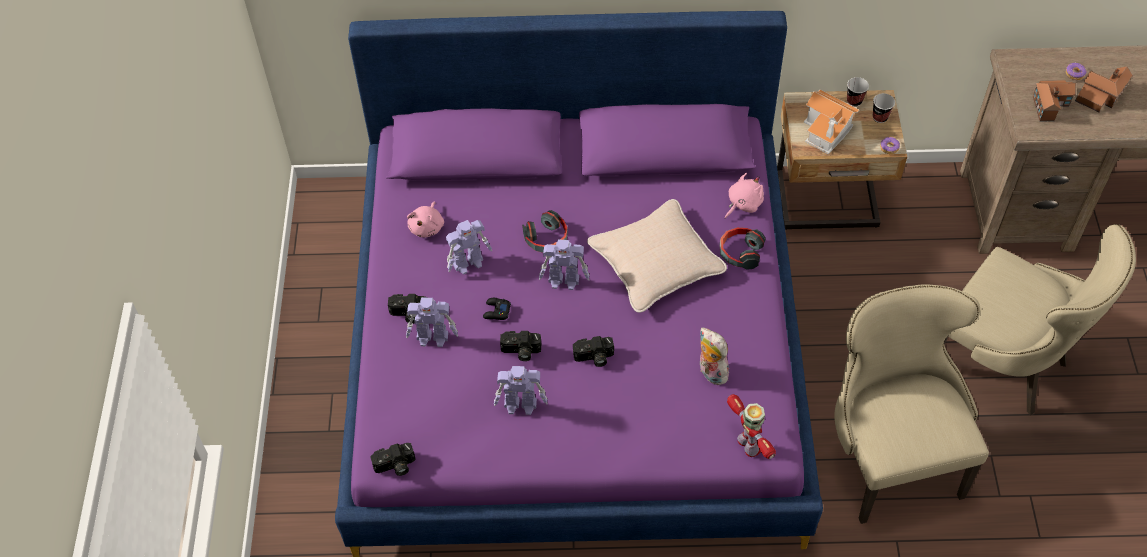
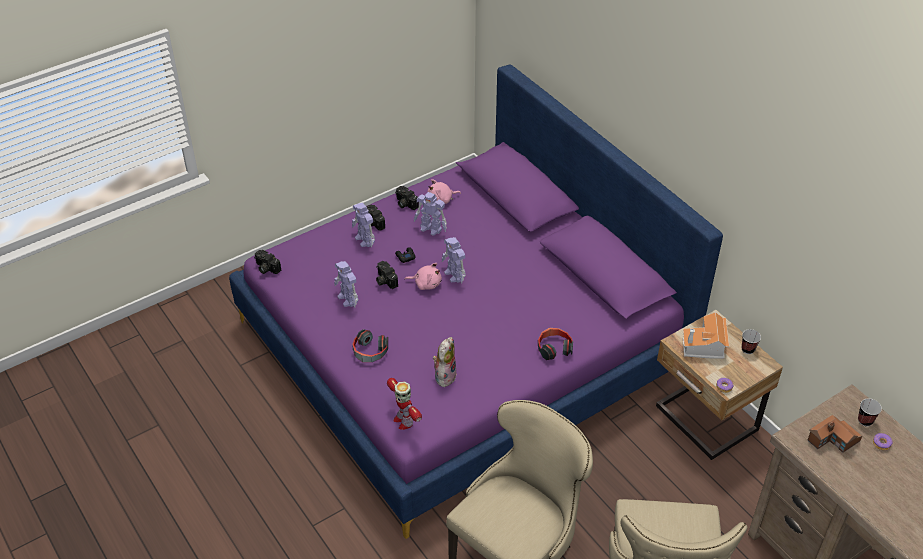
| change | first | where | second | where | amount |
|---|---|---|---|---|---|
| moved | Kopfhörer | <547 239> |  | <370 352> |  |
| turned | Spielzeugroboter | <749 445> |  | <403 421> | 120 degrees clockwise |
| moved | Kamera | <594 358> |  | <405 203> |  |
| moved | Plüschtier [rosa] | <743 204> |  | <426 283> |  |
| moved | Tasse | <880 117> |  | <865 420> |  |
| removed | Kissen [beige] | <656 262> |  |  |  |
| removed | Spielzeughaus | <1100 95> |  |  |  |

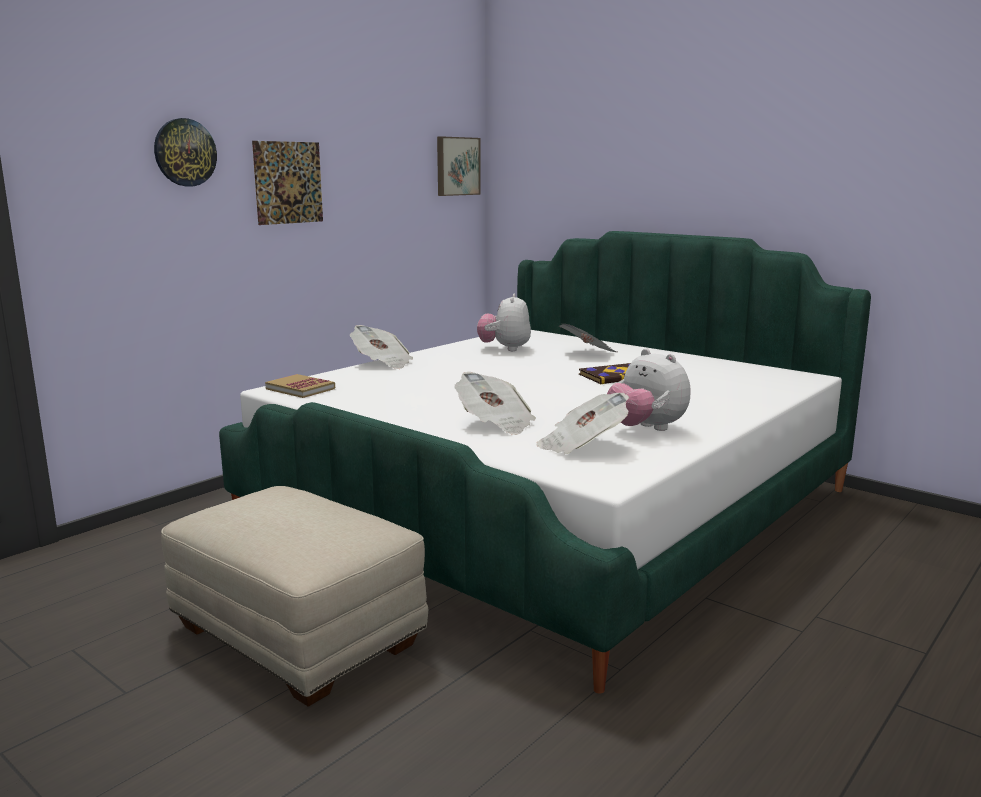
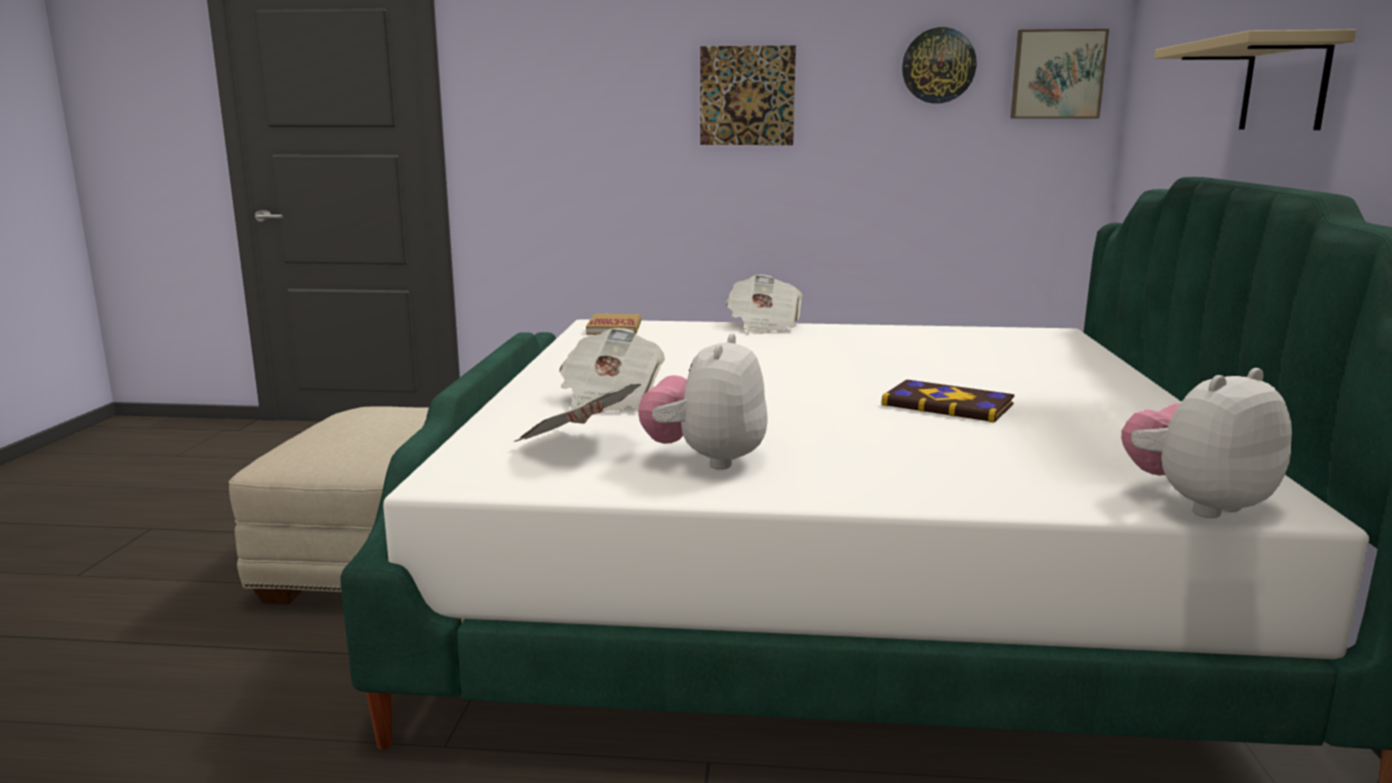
| change | first | where | second | where | amount |
|---|---|---|---|---|---|
| moved | Wanduhr | <185 152> |  | <938 66> |  |
| moved | Plüschtier | <505 349> |  | <1197 504> |  |
| added |  |  | Wandregal [beige] | <1284 85> |  |
| removed | Zeitung | <588 354> |  |  |  |

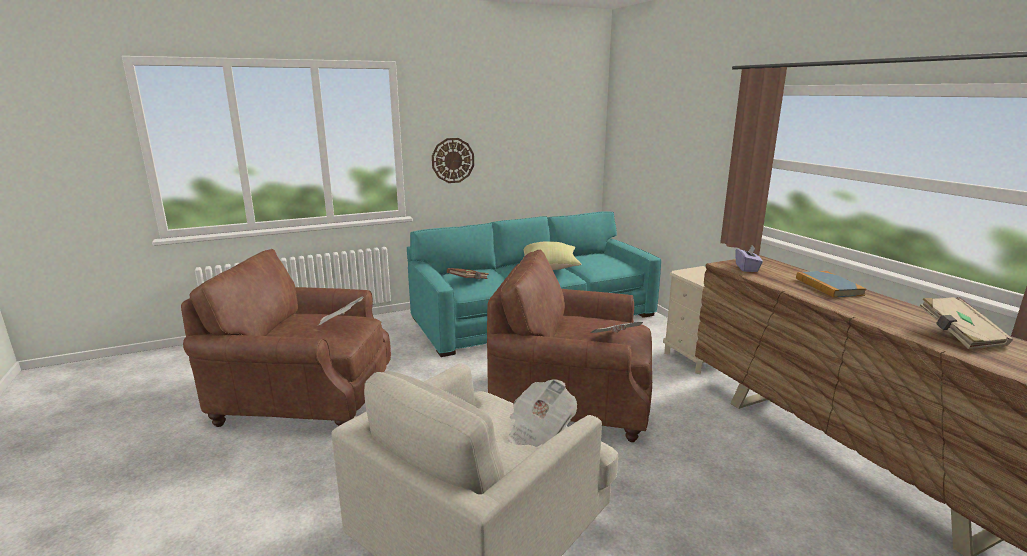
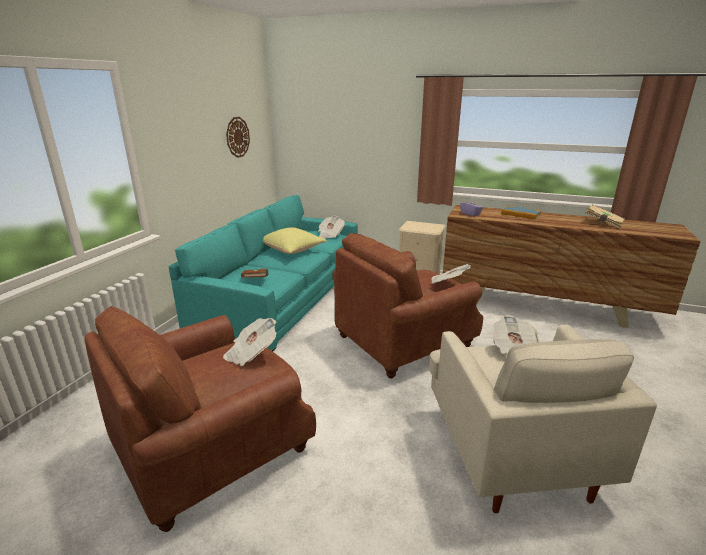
| change | first | where | second | where | amount |
|---|---|---|---|---|---|
| moved | Wanduhr | <453 160> |  | <237 137> |  |
| added |  |  | Zeitung | <330 235> |  |

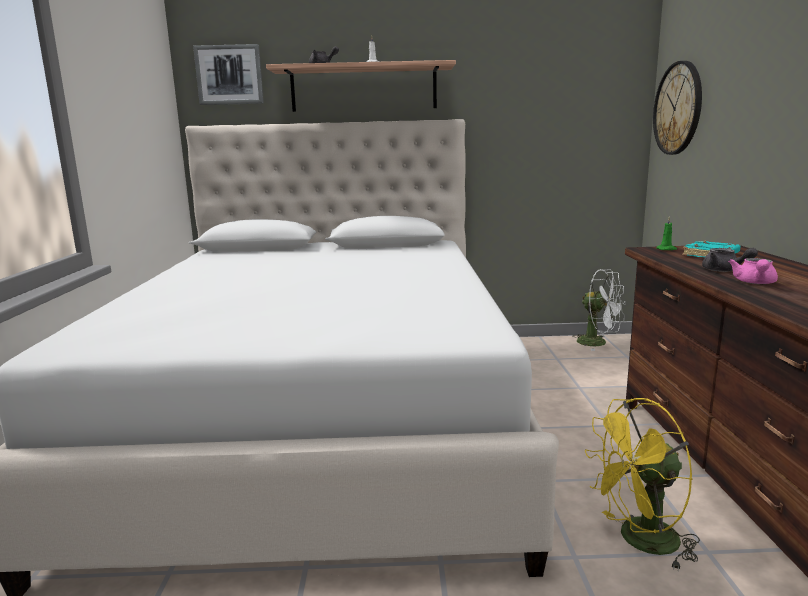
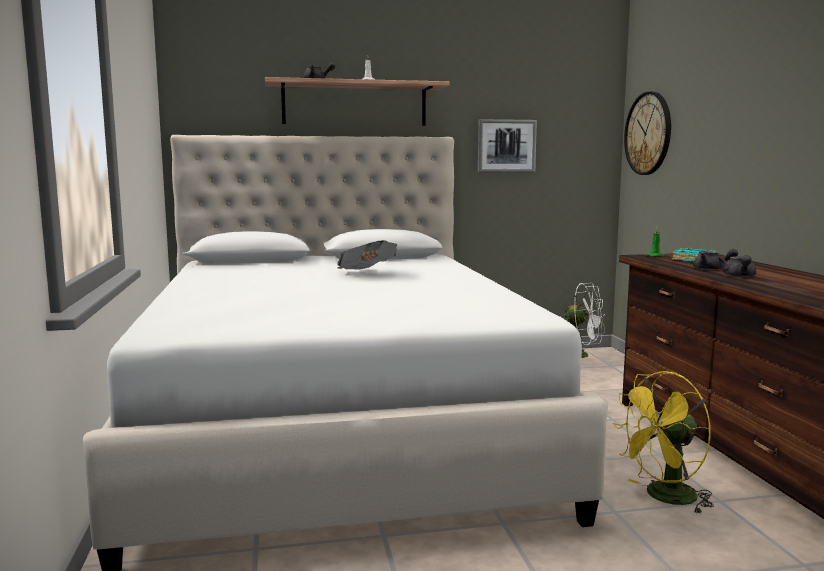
| change | first | where | second | where | amount |
|---|---|---|---|---|---|
| added |  |  | Zeitung | <367 273> |  |
| moved | Bild | <229 75> |  | <506 146> |  |
| recoloured | Teekanne [rosa] | <754 283> | Teekanne [grau] | <739 276> |  |

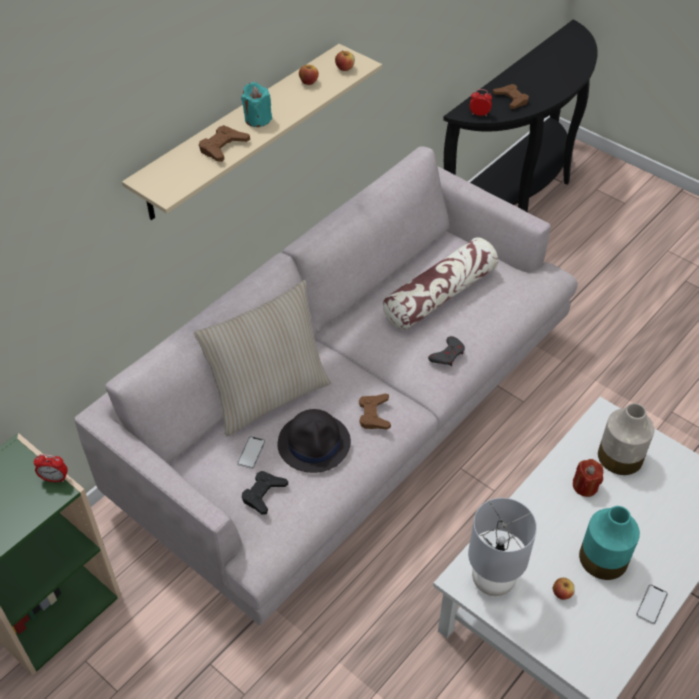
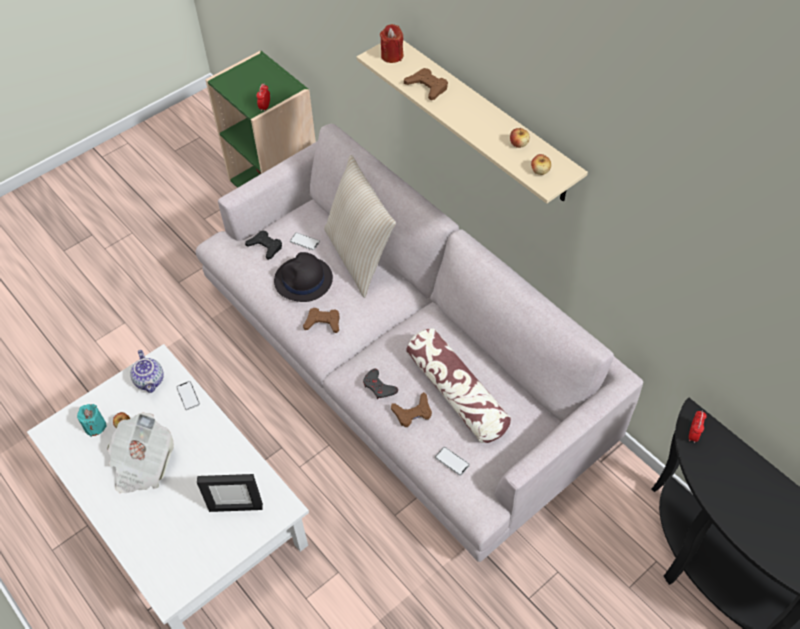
| change | first | where | second | where | amount |
|---|---|---|---|---|---|
| moved | Kerze [türkis] | <257 119> |  | <95 426> |  |
| replaced | Vase [türkis] | <604 558> | Zeitung | <142 464> |  |
| replaced | Tischlampe [grau] | <492 581> | Teekanne | <150 380> |  |
| replaced | Vase [beige] | <619 456> | Bilderrahmen | <236 506> |  |
| moved | Kerze [rot] | <585 486> |  | <392 56> |  |
| moved | Gamepad [braun] | <511 99> |  | <413 412> |  |
| moved | Handy | <651 604> |  | <452 461> |  |

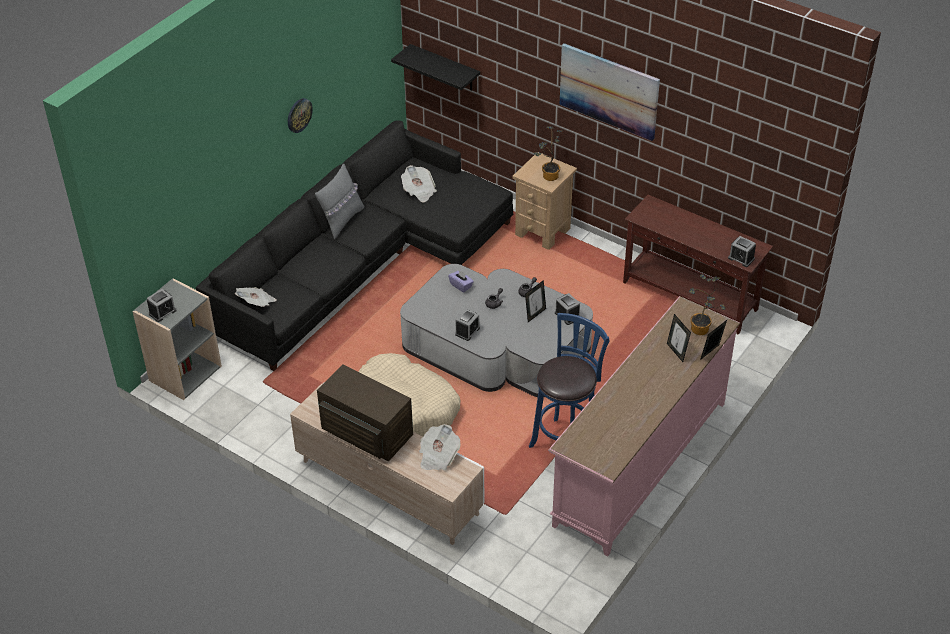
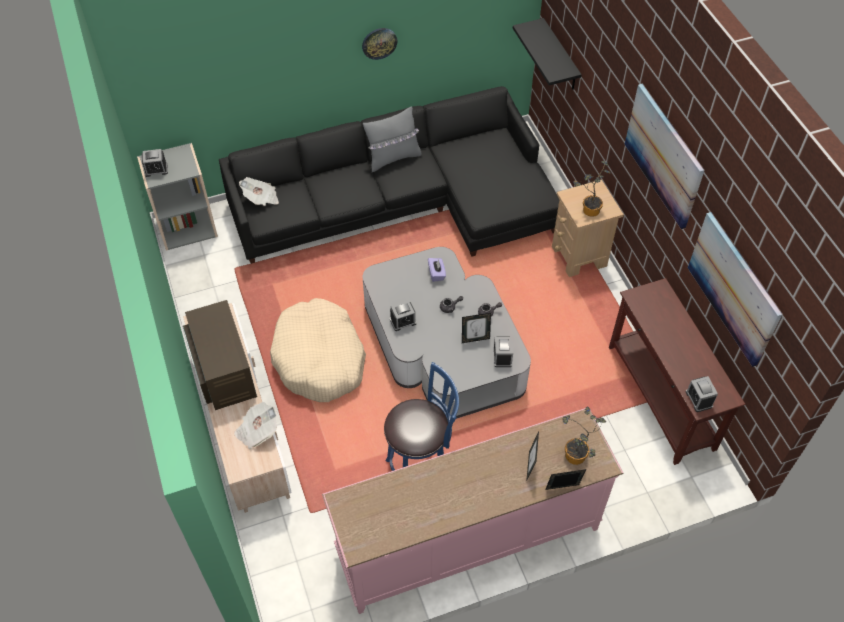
| change | first | where | second | where | amount |
|---|---|---|---|---|---|
| added |  |  | Bild | <734 288> |  |
| removed | Zeitung | <419 191> |  |  |  |

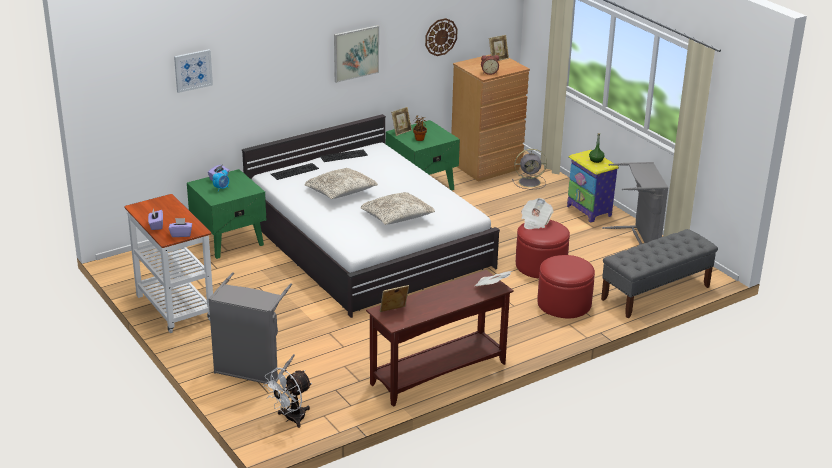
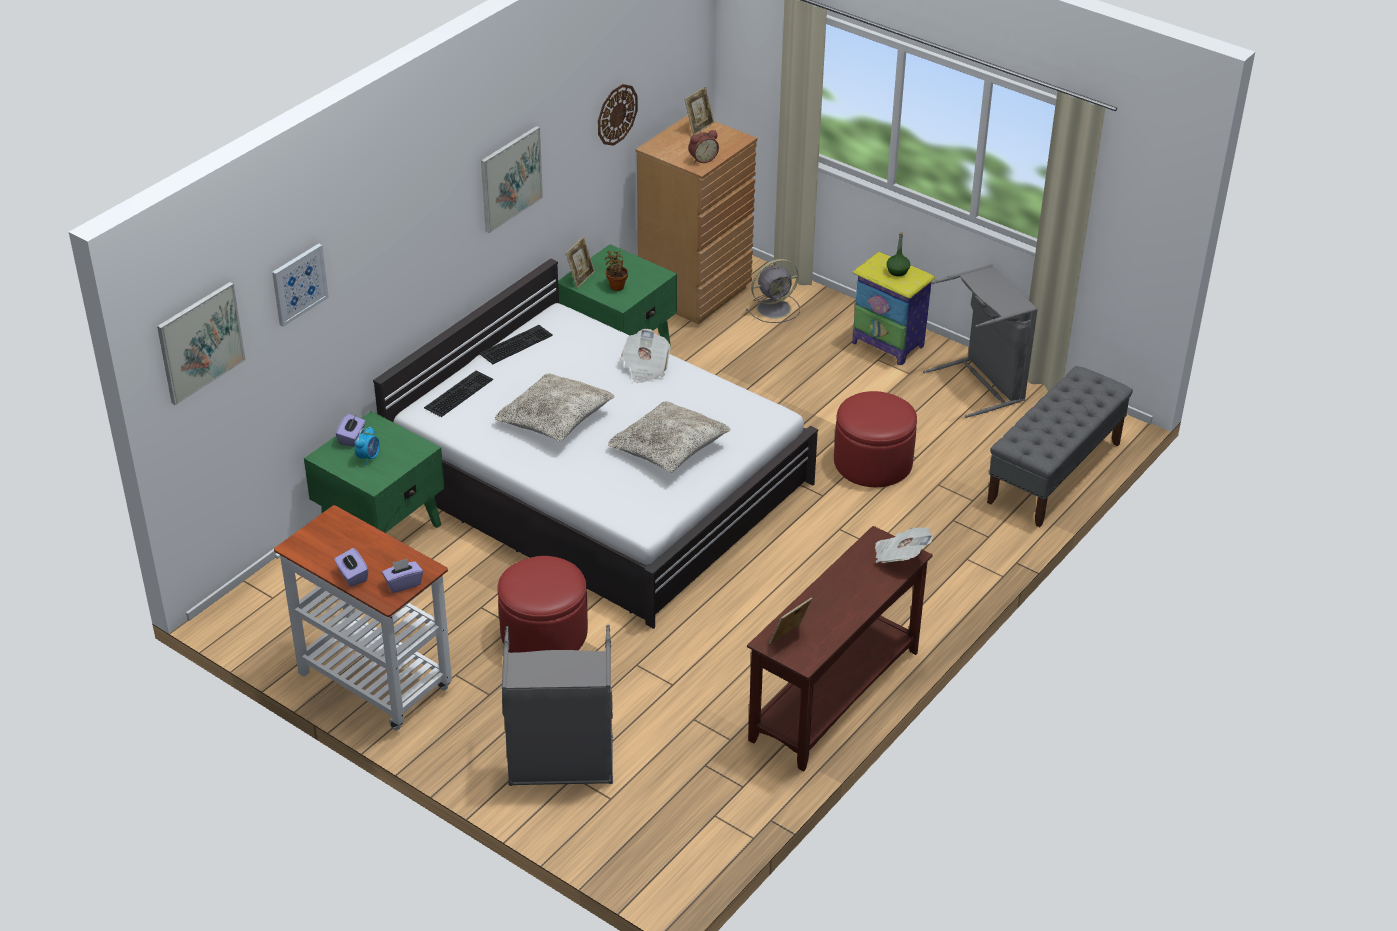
| change | first | where | second | where | amount |
|---|---|---|---|---|---|
| added |  |  | Bild | <200 342> |  |
| moved | Polsterhocker [rot] | <564 304> |  | <544 633> |  |
| moved | Zeitung | <535 222> |  | <645 368> |  |
| removed | Ventilator [weiß] | <290 419> |  |  |  |

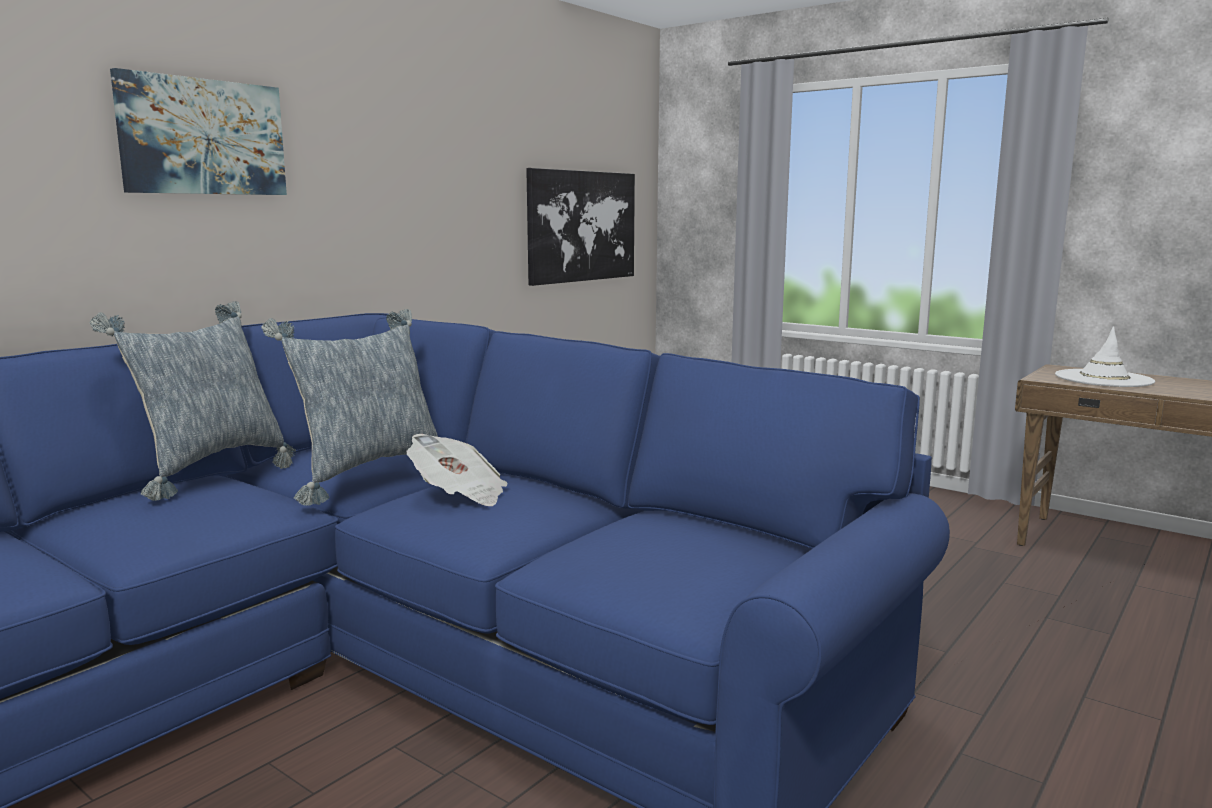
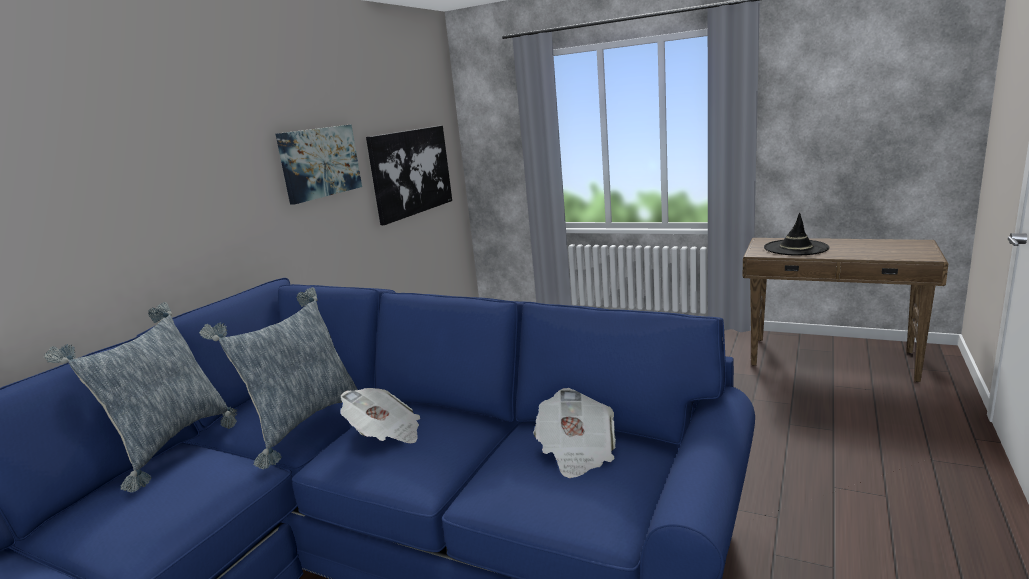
| change | first | where | second | where | amount |
|---|---|---|---|---|---|
| moved | Bild | <203 137> |  | <320 162> |  |
| added |  |  | Zeitung | <576 452> |  |
| recoloured | Hut [weiß] | <1103 379> | Hut [schwarz] | <795 248> |  |

